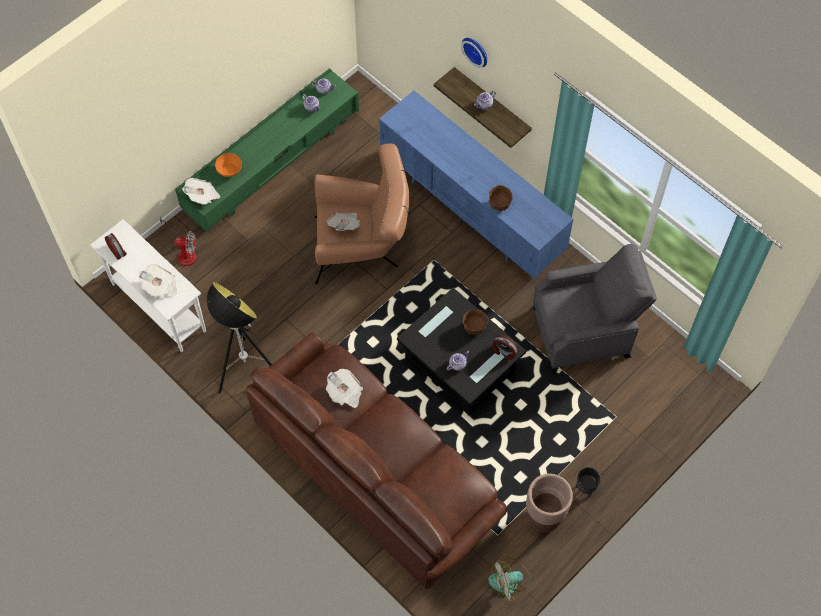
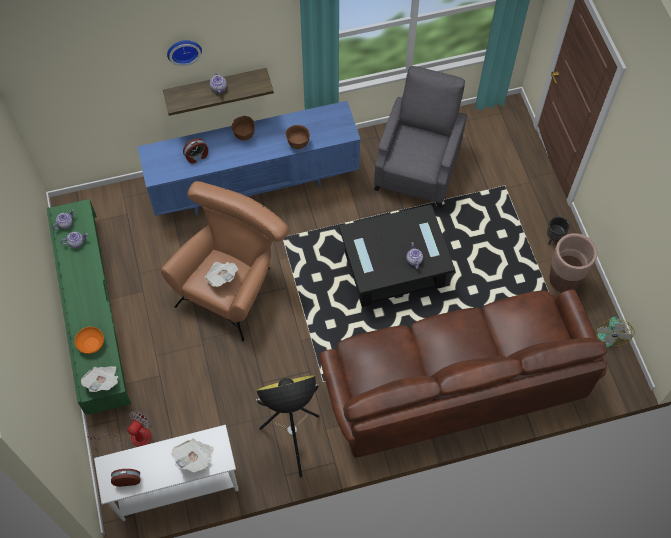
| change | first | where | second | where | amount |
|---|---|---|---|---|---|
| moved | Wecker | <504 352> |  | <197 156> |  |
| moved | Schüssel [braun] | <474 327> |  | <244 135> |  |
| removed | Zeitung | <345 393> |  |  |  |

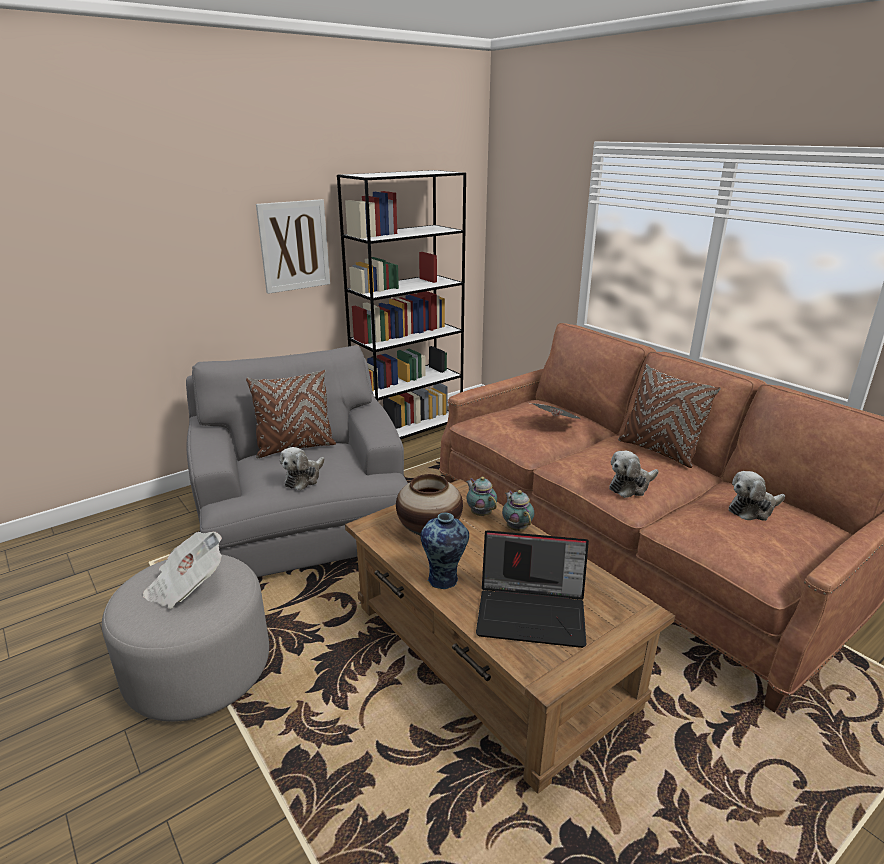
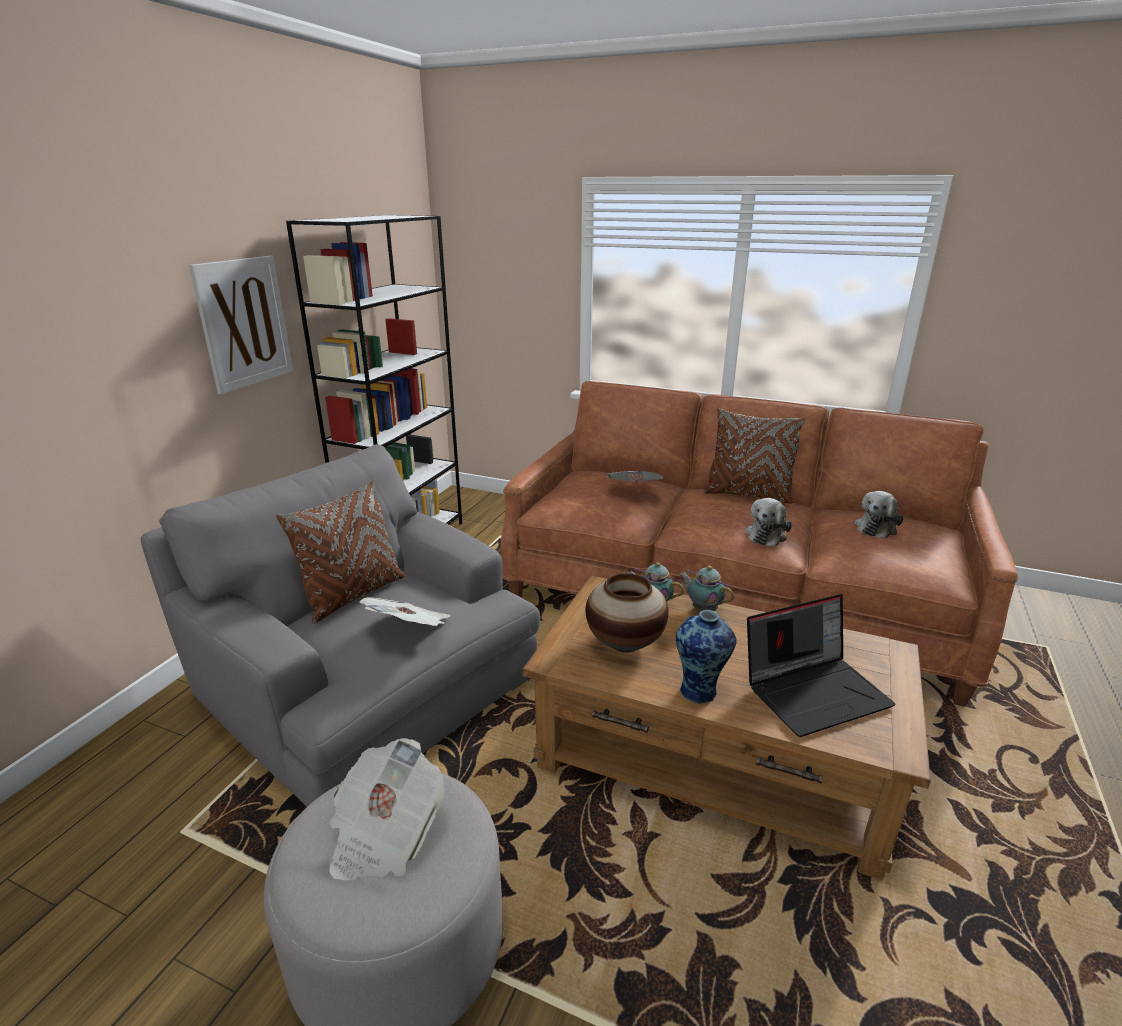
| change | first | where | second | where | amount |
|---|---|---|---|---|---|
| replaced | Plüschtier | <304 478> | Zeitung | <410 630> |  |

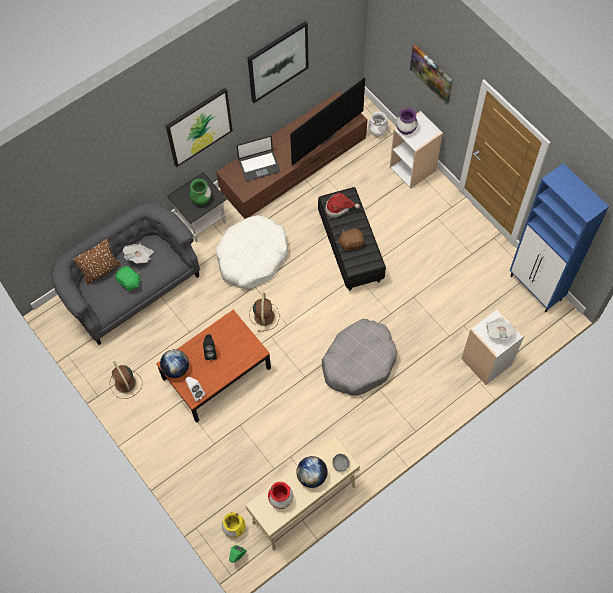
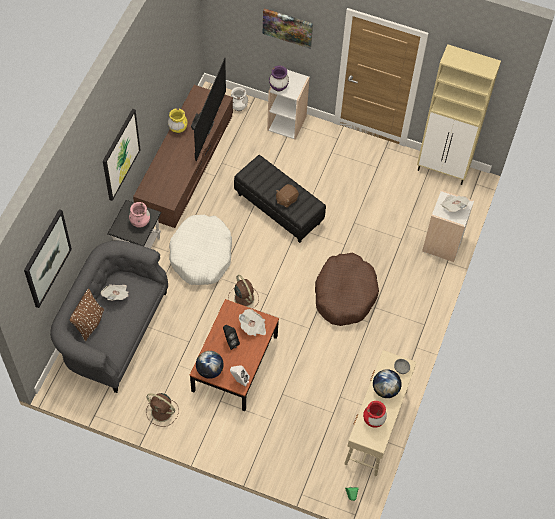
| change | first | where | second | where | amount |
|---|---|---|---|---|---|
| moved | Bild | <278 61> |  | <47 258> |  |
| recoloured | Vase [grün] | <201 199> | Vase [rosa] | <140 222> |  |
| moved | Vase [gelb] | <234 528> |  | <178 129> |  |
| added |  |  | Zeitung | <253 327> |  |
| recoloured | Hundebett [grau] | <359 361> | Hundebett [braun] | <345 294> |  |
| recoloured | Schrank [blau] | <536 288> | Schrank [beige] | <443 170> |  |
| removed | Plüschtier [grün] | <129 282> |  |  |  |
| removed | Laptop | <259 165> |  |  |  |
| removed | Hut | <339 208> |  |  |  |

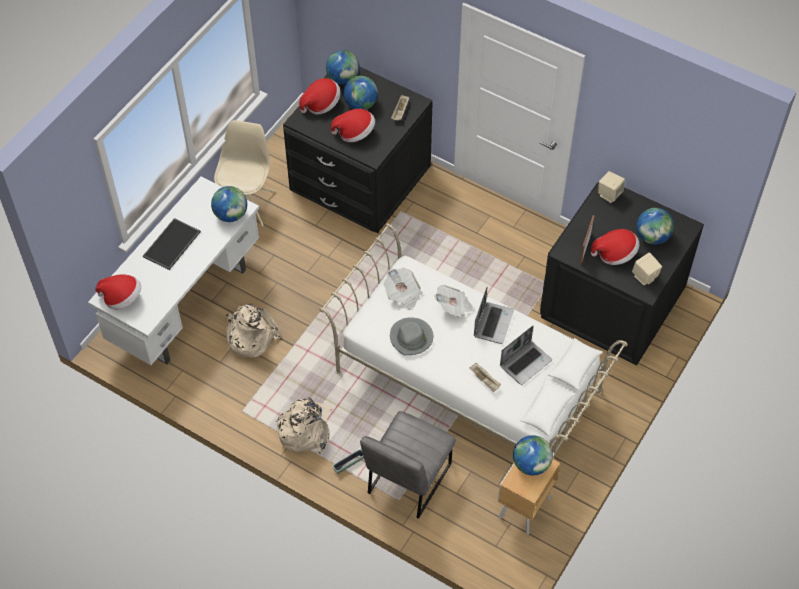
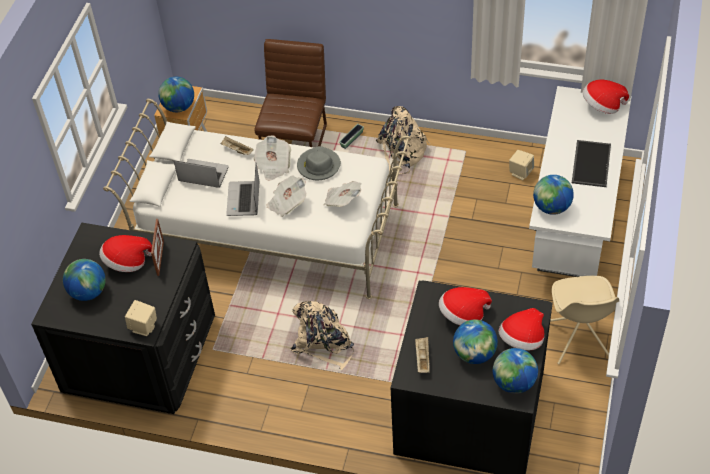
| change | first | where | second | where | amount |
|---|---|---|---|---|---|
| turned | Laptop | <525 362> |  | <202 175> | 75 degrees clockwise |
| added |  |  | Zeitung | <273 166> |  |
| recoloured | Stuhl [grau] | <407 480> | Stuhl [braun] | <296 142> |  |
| moved | Rucksack [beige] | <249 336> |  | <323 343> |  |
| moved | Lautsprecher [beige] | <645 277> |  | <520 172> |  |

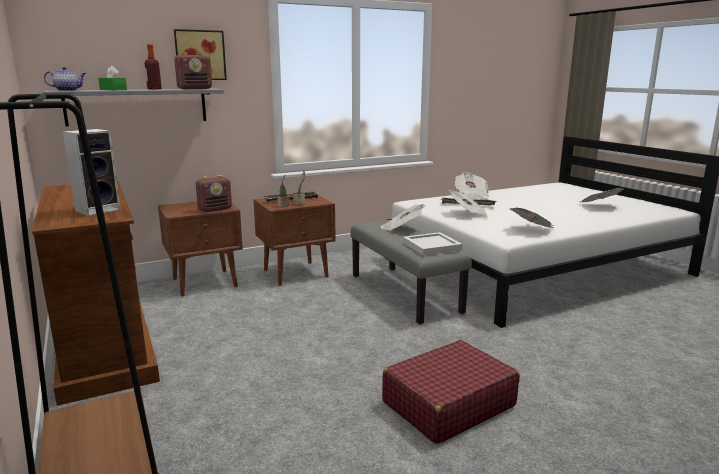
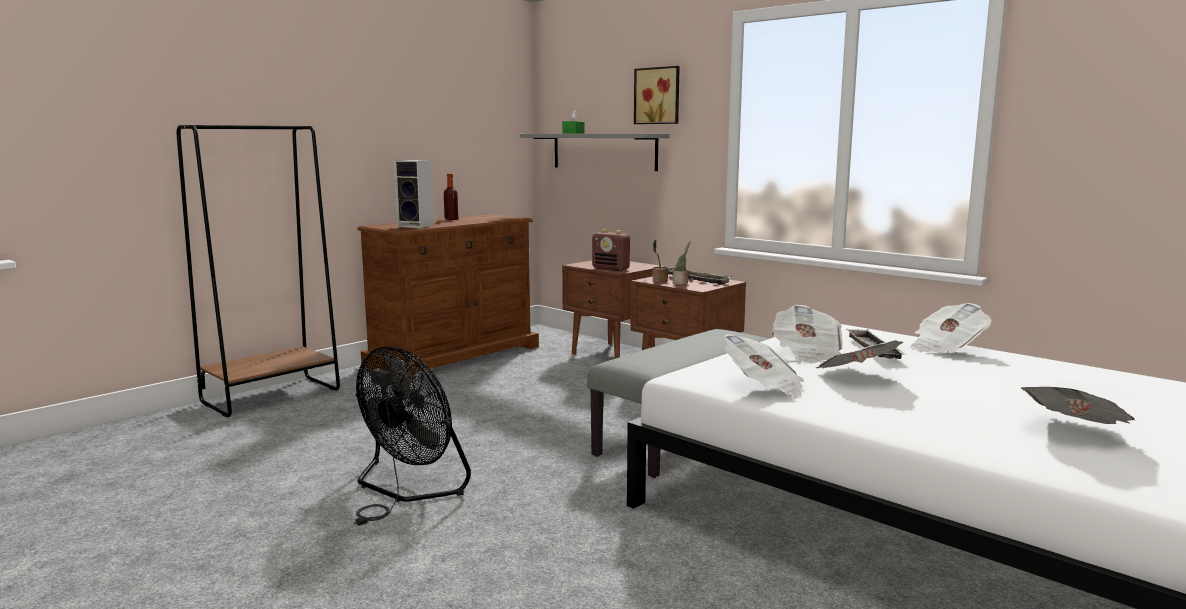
| change | first | where | second | where | amount |
|---|---|---|---|---|---|
| replaced | Koffer [rot] | <448 404> | Ventilator [schwarz] | <399 488> |  |
| moved | Flasche | <154 89> |  | <451 219> |  |
| moved | Zeitung | <401 228> |  | <856 376> |  |
| removed | Teekanne | <68 90> |  |  |  |
| removed | Radio | <195 89> |  |  |  |
| removed | Tablett [weiß] | <431 246> |  |  |  |

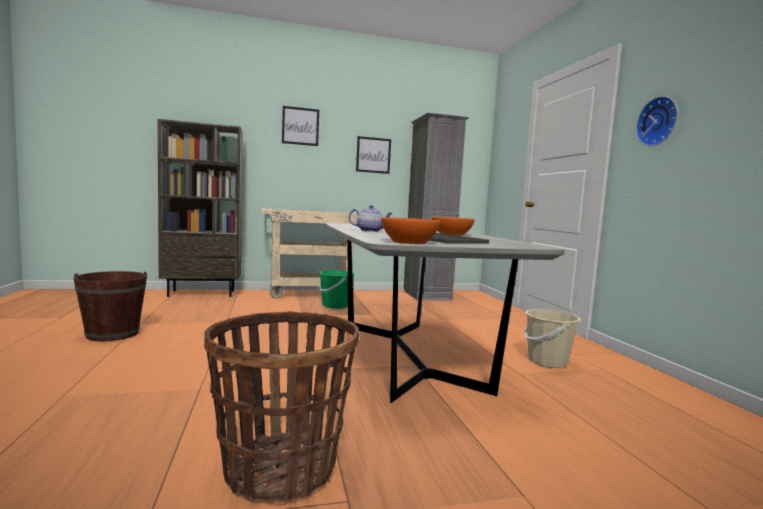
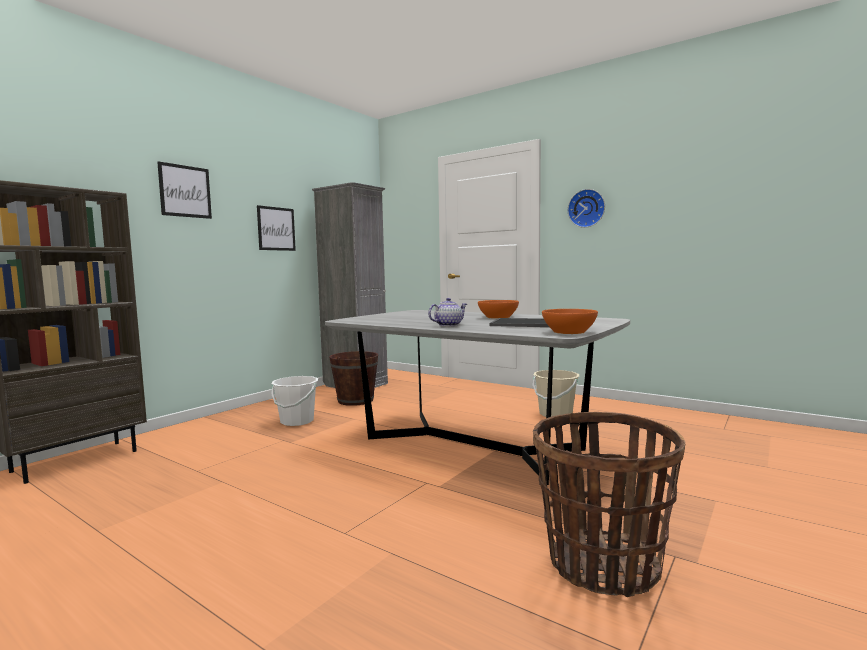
| change | first | where | second | where | amount |
|---|---|---|---|---|---|
| recoloured | Eimer [grün] | <335 305> | Eimer [weiß] | <297 421> |  |
| moved | Eimer [braun] | <112 334> |  | <355 400> |  |
| removed | Rollwagen [beige] | <305 294> |  |  |  |

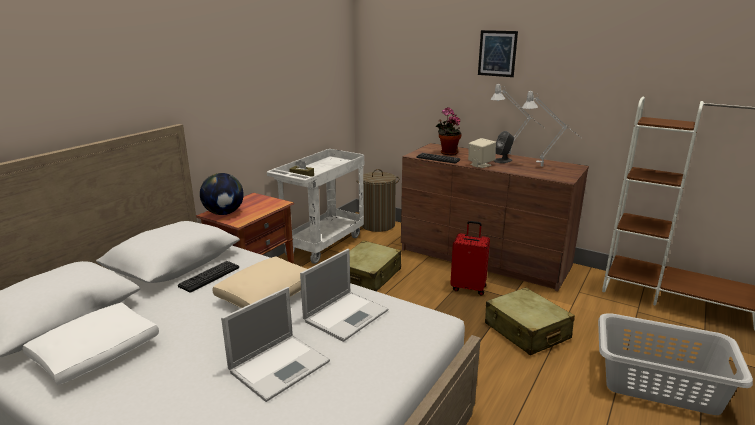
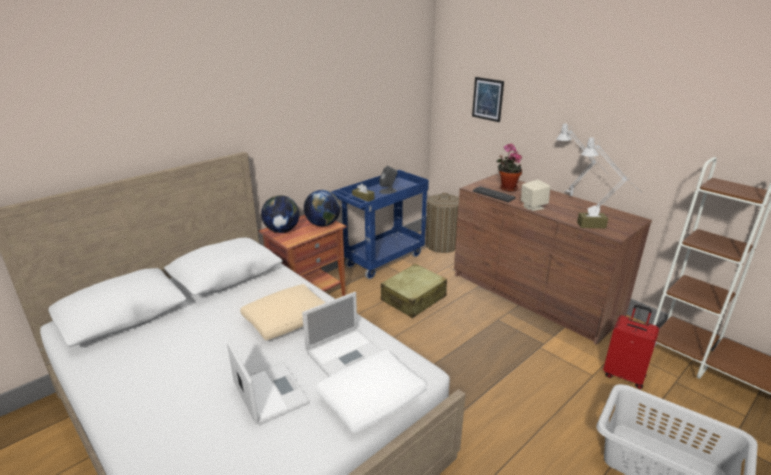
| change | first | where | second | where | amount |
|---|---|---|---|---|---|
| turned | Laptop | <281 365> |  | <269 392> | 90 degrees counterclockwise |
| added |  |  | Globus | <322 224> |  |
| moved | Kissen [weiß] | <97 353> |  | <372 398> |  |
| recoloured | Rollwagen [weiß] | <322 247> | Rollwagen [blau] | <381 262> |  |
| moved | Lautsprecher [grau] | <503 160> |  | <388 191> |  |
| moved | Bild | <497 53> |  | <487 99> |  |
| added |  |  | Taschentuchbox [braun] | <591 225> |  |
| moved | Koffer [rot] | <468 287> |  | <624 375> |  |
| removed | Tastatur | <209 277> |  |  |  |
| removed | Koffer [beige] | <526 331> |  |  |  |

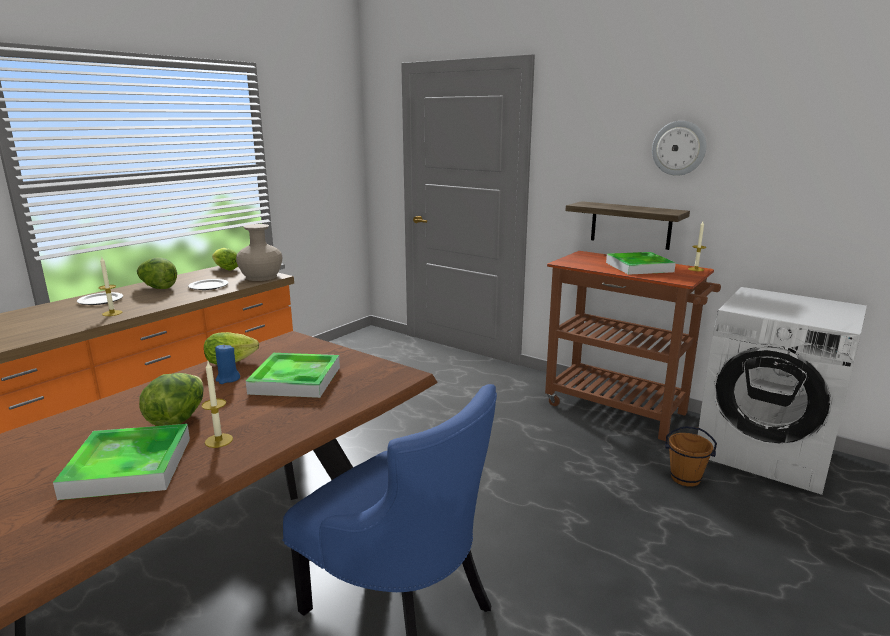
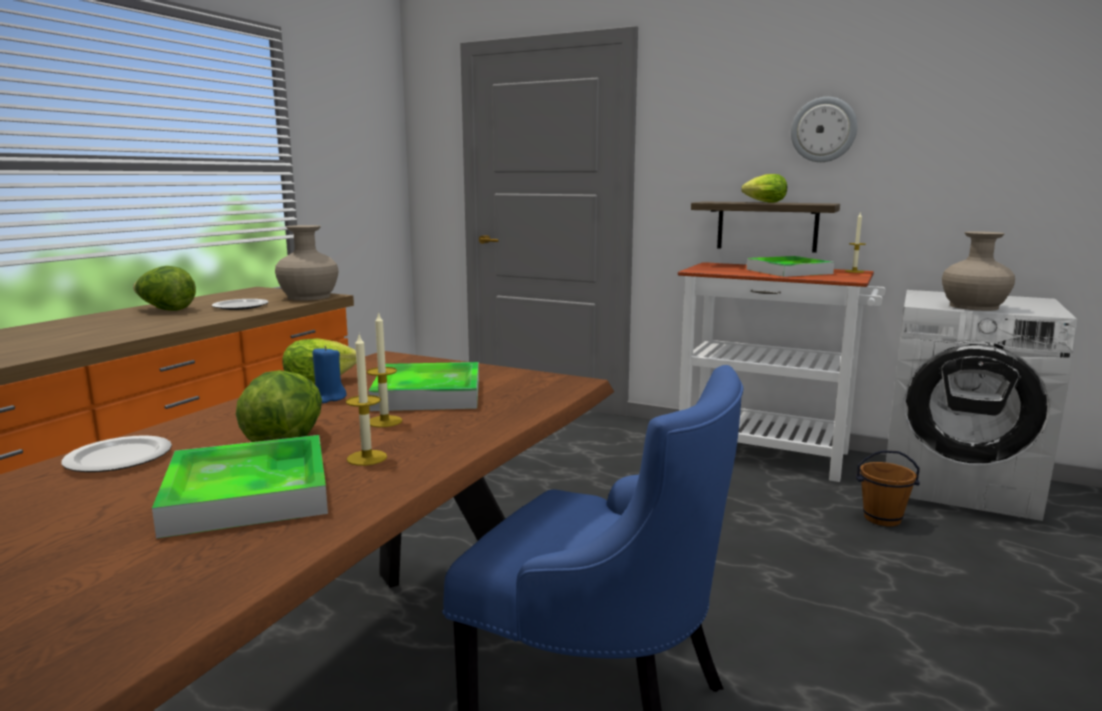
| change | first | where | second | where | amount |
|---|---|---|---|---|---|
| moved | Teller | <101 300> |  | <119 457> |  |
| moved | Kerze | <112 313> |  | <384 421> |  |
| recoloured | Rollwagen [braun] | <617 409> | Rollwagen [weiß] | <766 454> |  |
| moved | Salatkopf | <225 269> |  | <762 202> |  |
| added |  |  | Vase [beige] | <973 306> |  |

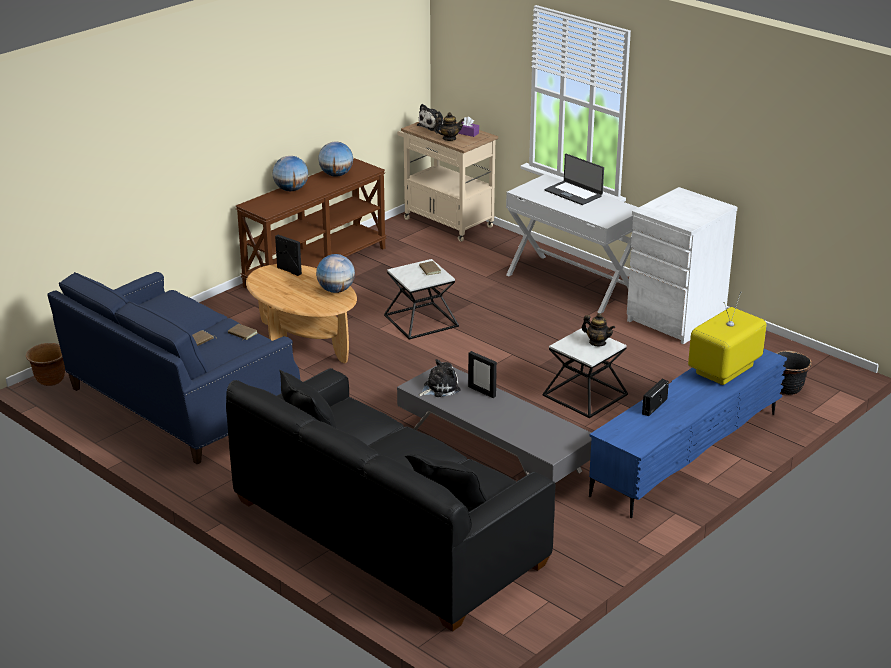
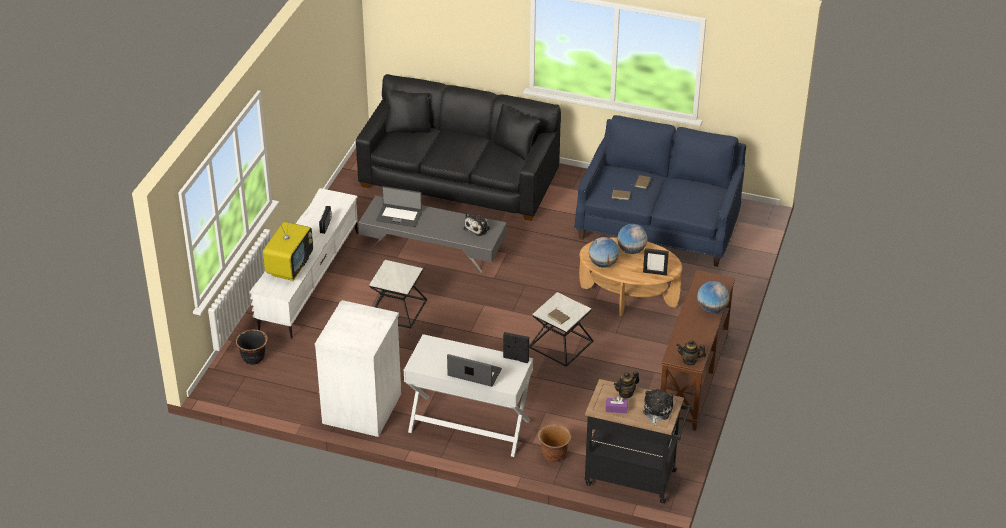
| change | first | where | second | where | amount |
|---|---|---|---|---|---|
| recoloured | Fernsehschrank [blau] | <687 455> | Fernsehschrank [weiß] | <308 280> |  |
| added |  |  | Laptop | <399 216> |  |
| moved | Bilderrahmen | <482 391> |  | <515 359> |  |
| moved | Pflanzkübel [braun] | <50 380> |  | <553 455> |  |
| recoloured | Rollwagen [beige] | <446 222> | Rollwagen [schwarz] | <633 478> |  |
| moved | Globus | <336 175> |  | <631 250> |  |
| moved | Teekanne | <597 343> |  | <689 361> |  |

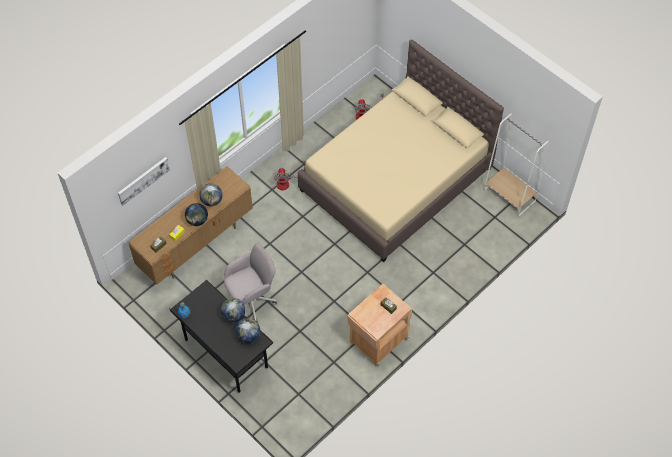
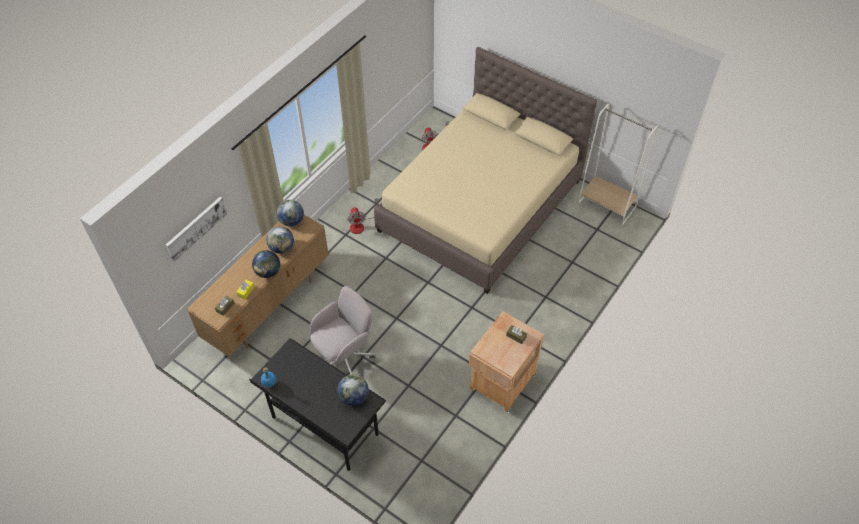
| change | first | where | second | where | amount |
|---|---|---|---|---|---|
| moved | Globus | <233 315> |  | <291 221> |  |

